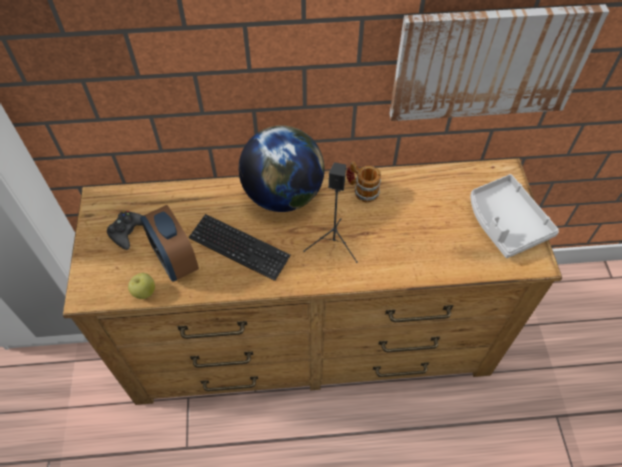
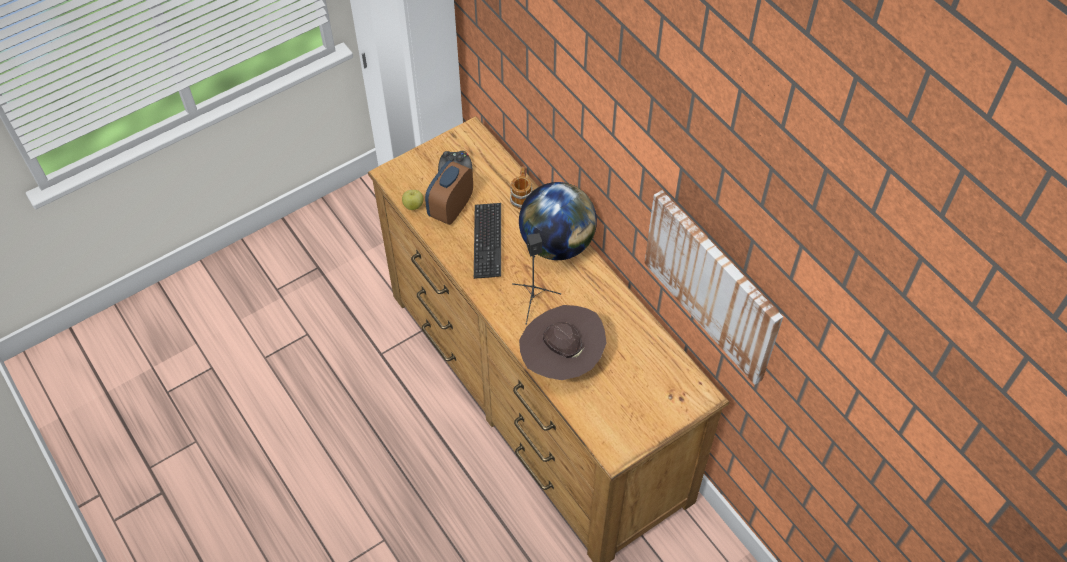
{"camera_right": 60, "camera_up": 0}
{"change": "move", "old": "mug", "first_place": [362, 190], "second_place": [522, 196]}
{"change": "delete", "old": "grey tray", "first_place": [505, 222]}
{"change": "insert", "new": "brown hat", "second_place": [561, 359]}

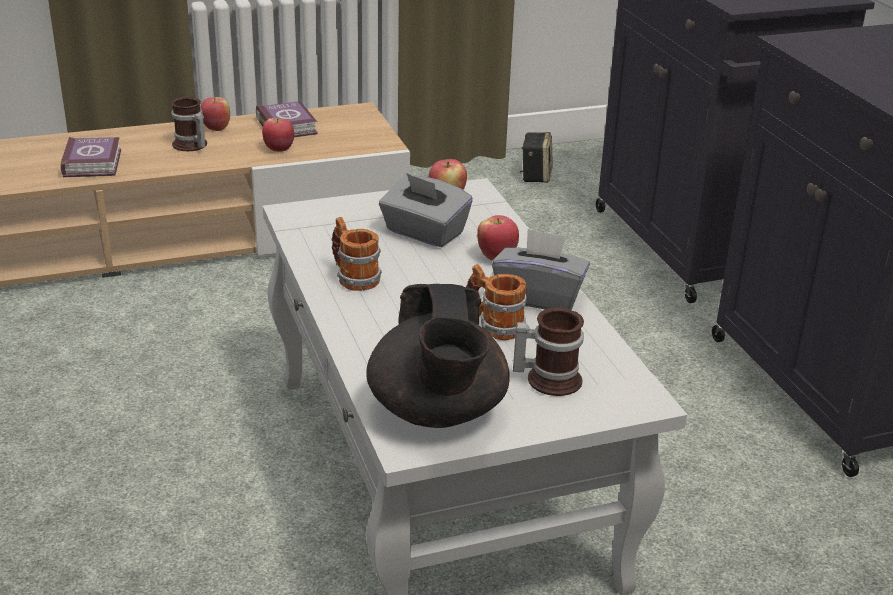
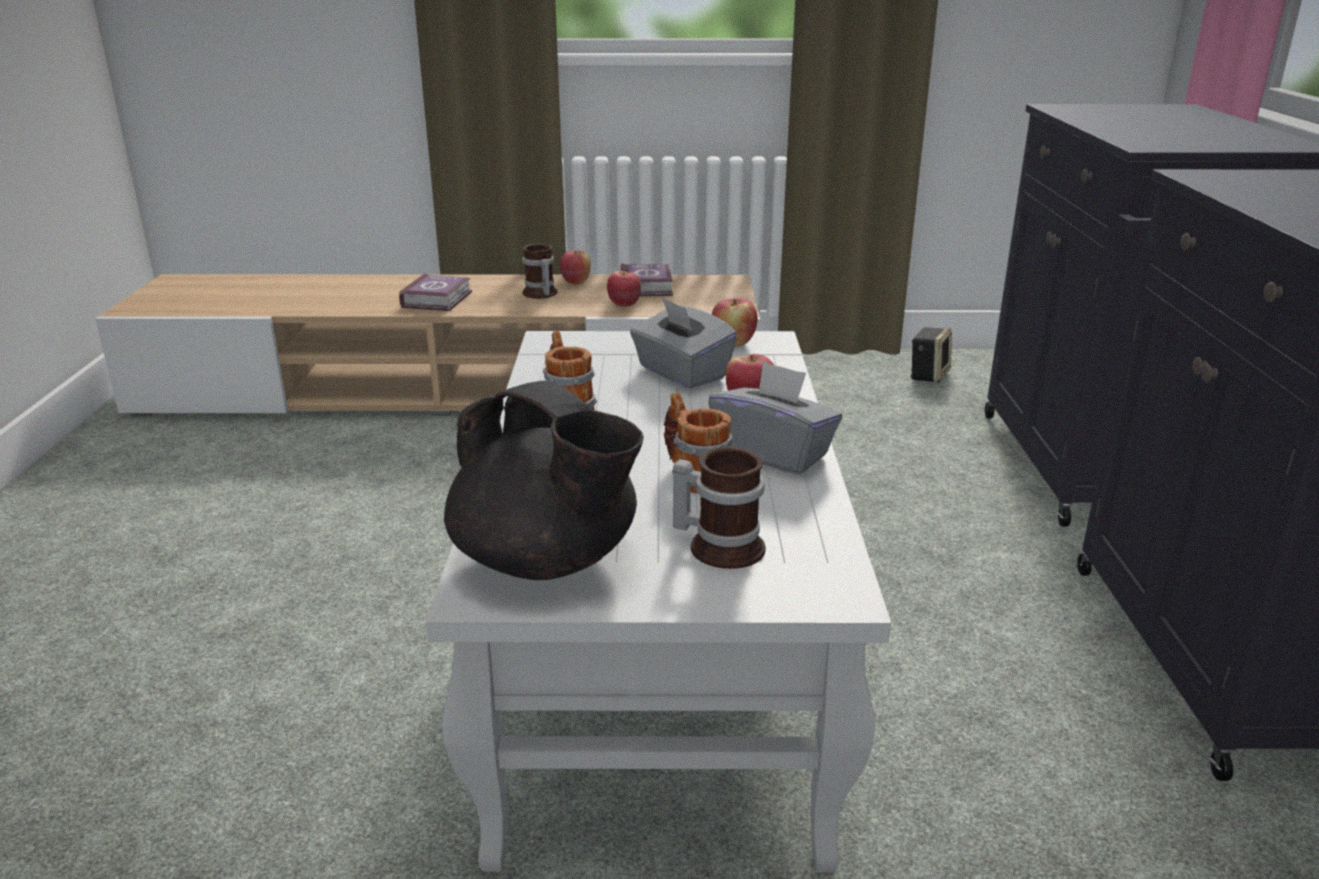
{"camera_right": 20, "camera_up": -5}
{"change": "rotate", "old": "black teapot", "first_place": [437, 412], "second_place": [547, 561], "degrees": -60}

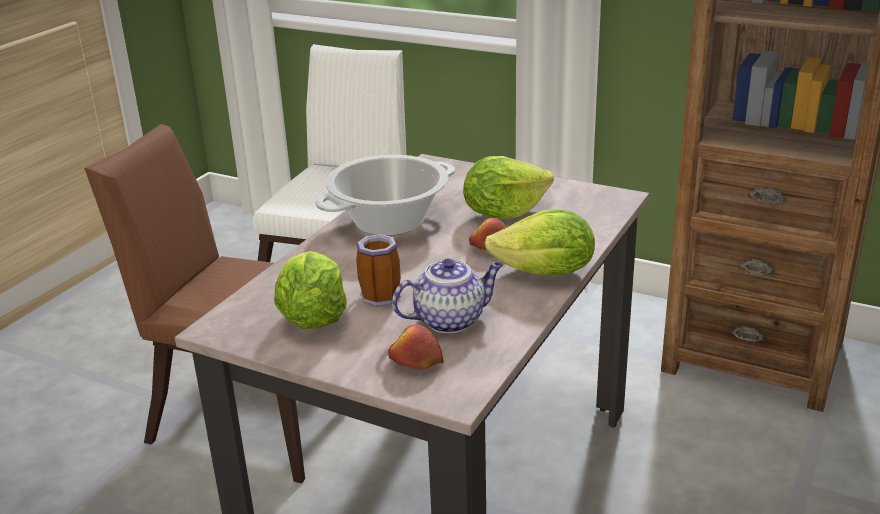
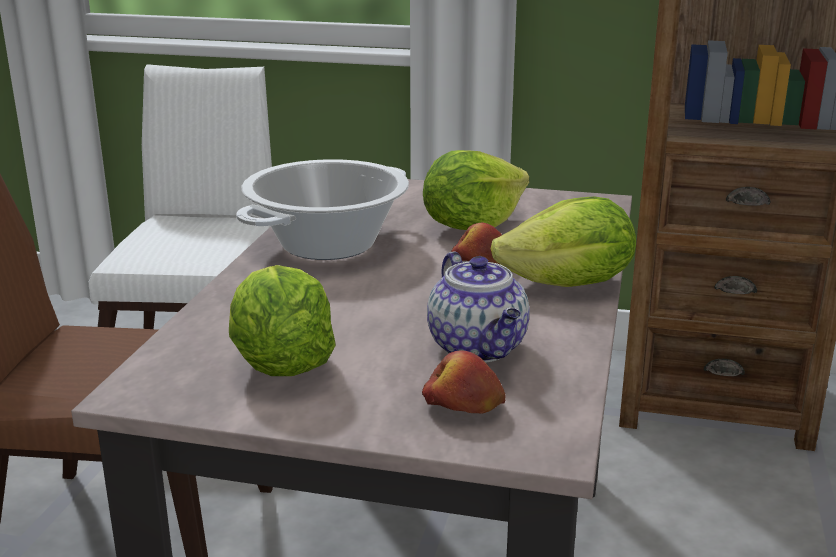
{"camera_right": -15, "camera_up": -5}
{"change": "delete", "old": "mug", "first_place": [376, 296]}
{"change": "rotate", "old": "teapot", "first_place": [450, 320], "second_place": [479, 349], "degrees": 105}

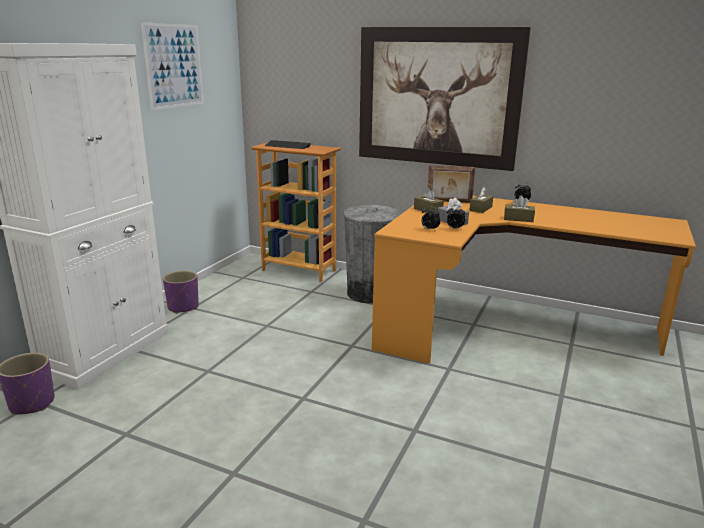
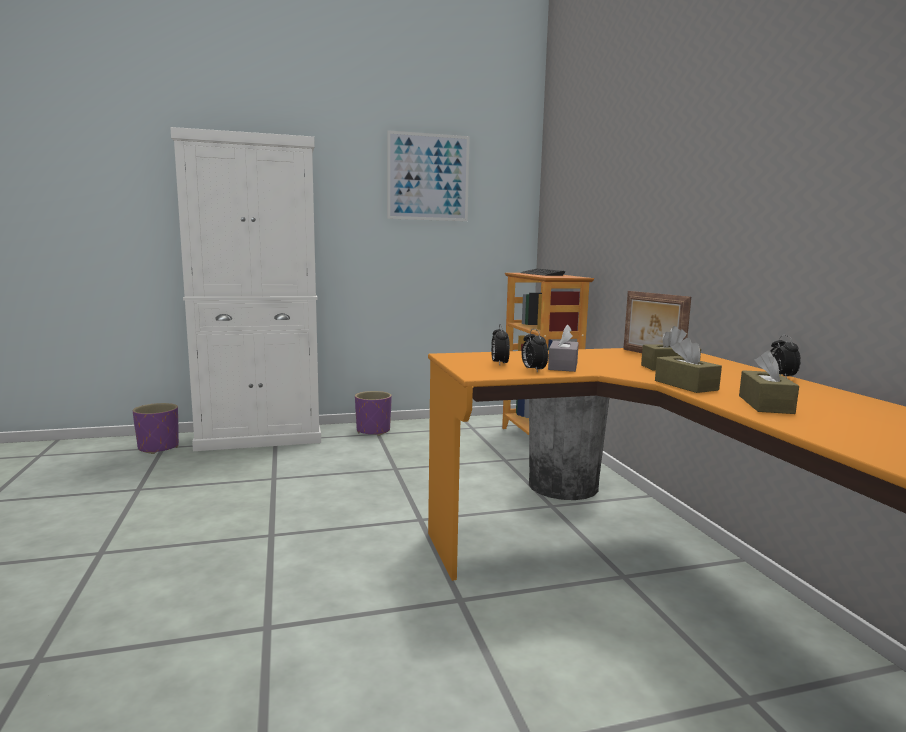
{"camera_right": 50, "camera_up": -10}
{"change": "delete", "old": "picture", "first_place": [437, 97]}
{"change": "move", "old": "brown tissue box", "first_place": [428, 210], "second_place": [765, 404]}

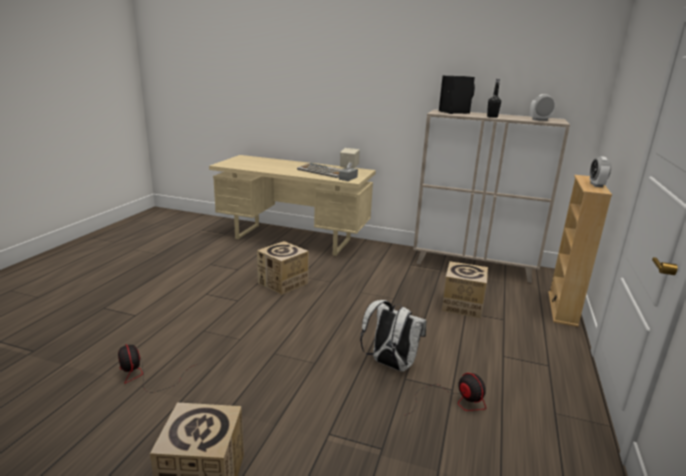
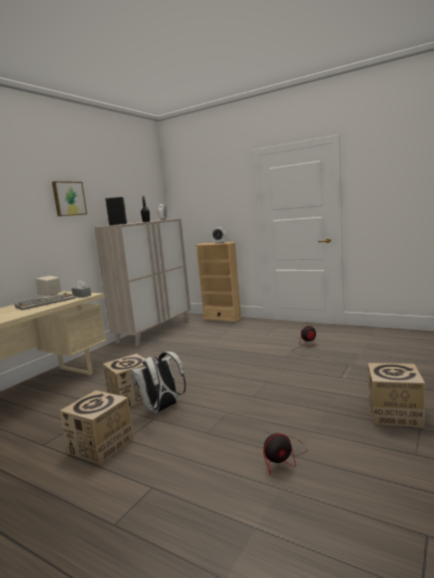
{"camera_right": -75, "camera_up": -10}
{"change": "move", "old": "white backpack", "first_place": [390, 364], "second_place": [162, 408]}
{"change": "move", "old": "cardboard box", "first_place": [462, 305], "second_place": [101, 445]}
{"change": "insert", "new": "picture", "second_place": [68, 198]}

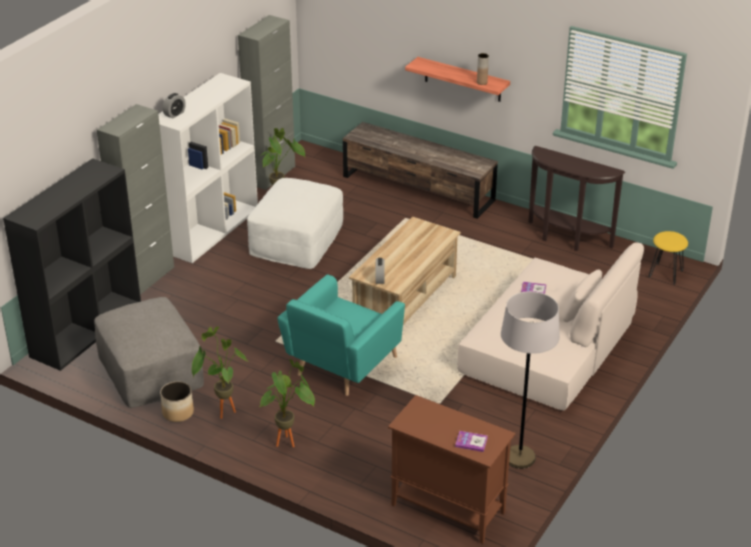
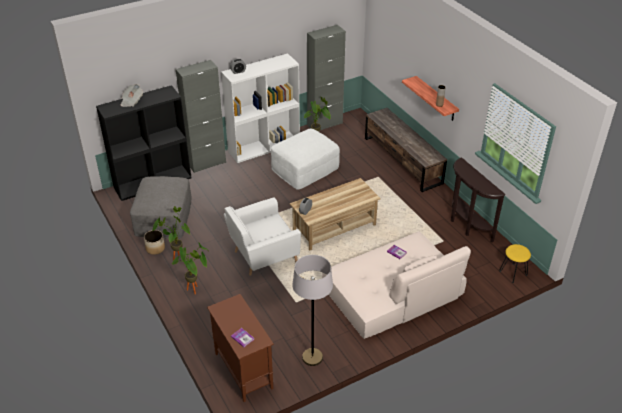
{"camera_right": 30, "camera_up": 5}
{"change": "recolor", "old": "turquoise armchair", "new": "white armchair", "first_place": [341, 365], "second_place": [262, 255]}
{"change": "insert", "new": "newspaper", "second_place": [131, 101]}

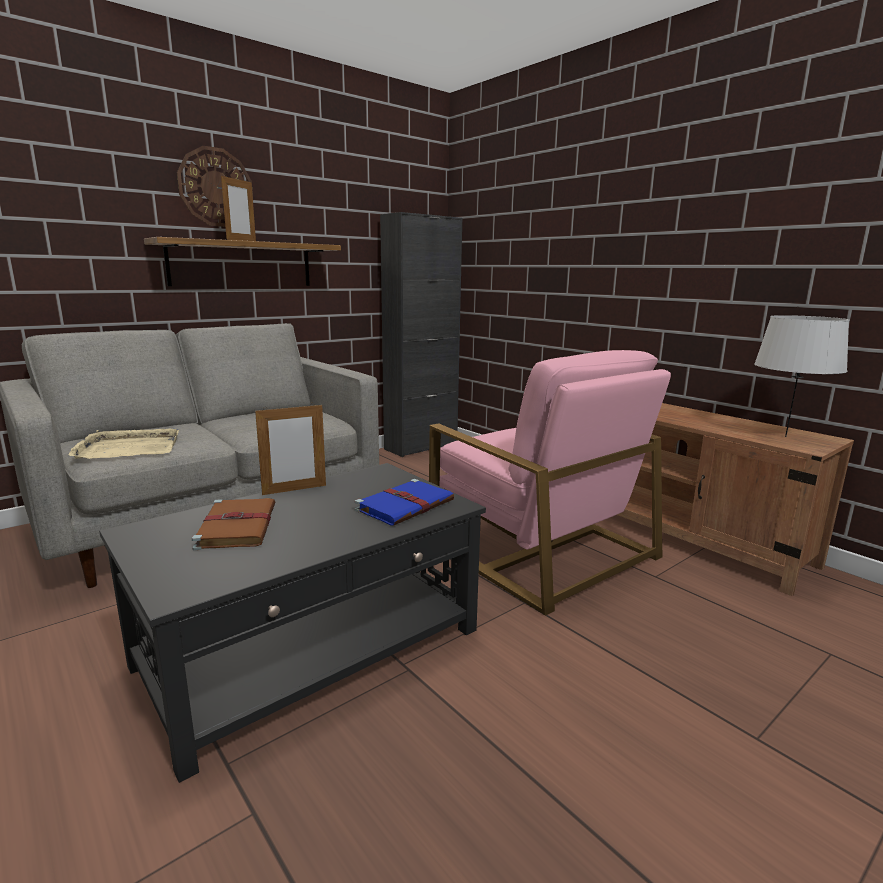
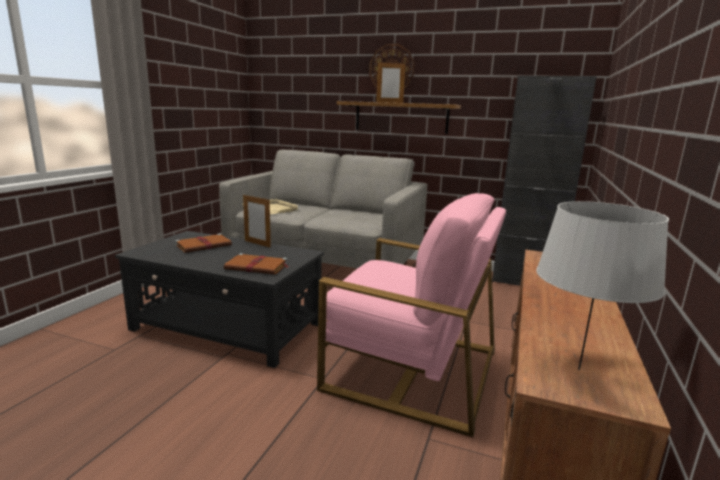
{"camera_right": 60, "camera_up": 0}
{"change": "recolor", "old": "blue book", "new": "brown book", "first_place": [406, 505], "second_place": [257, 267]}
{"change": "rotate", "old": "pink armchair", "first_place": [539, 548], "second_place": [410, 369], "degrees": -90}

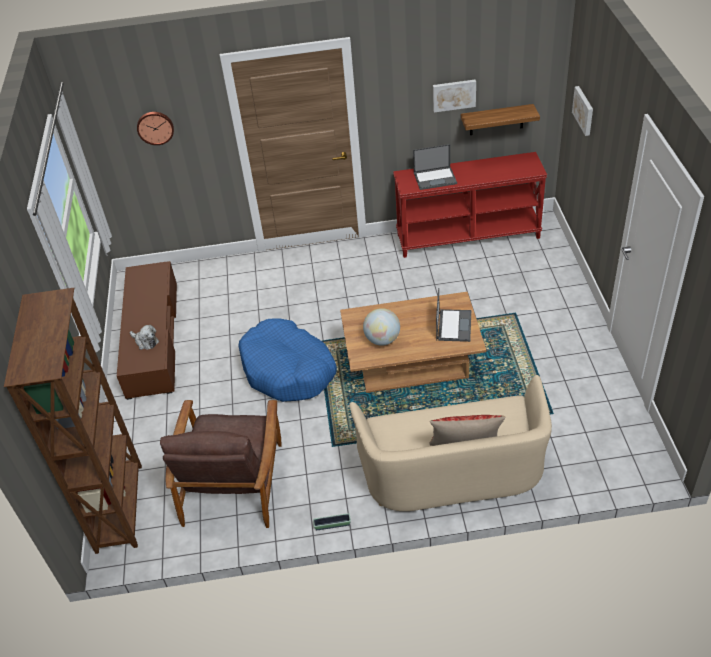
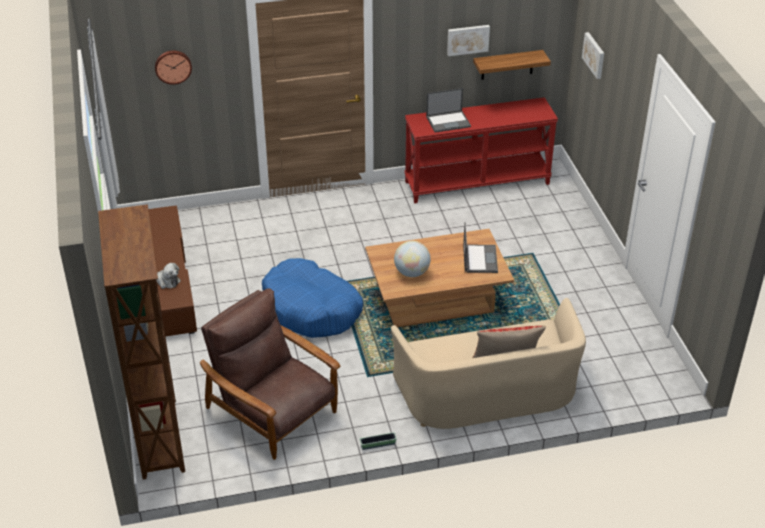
{"camera_right": -10, "camera_up": -5}
{"change": "rotate", "old": "brown armchair", "first_place": [233, 482], "second_place": [273, 411], "degrees": 135}

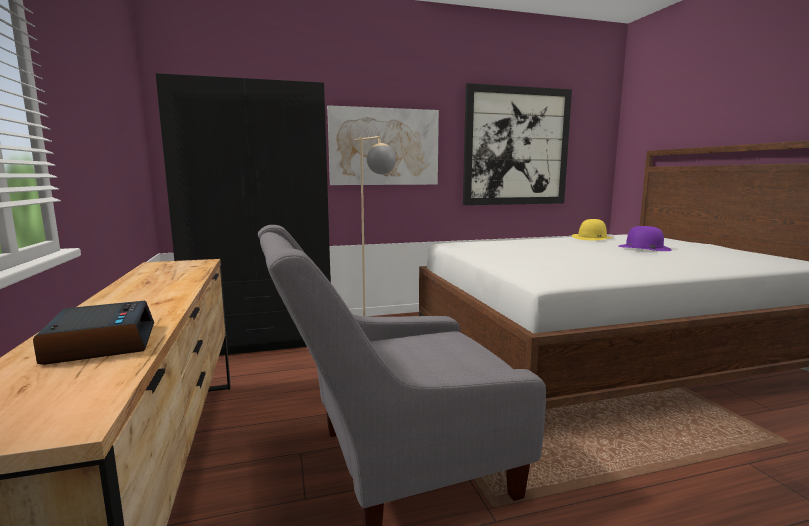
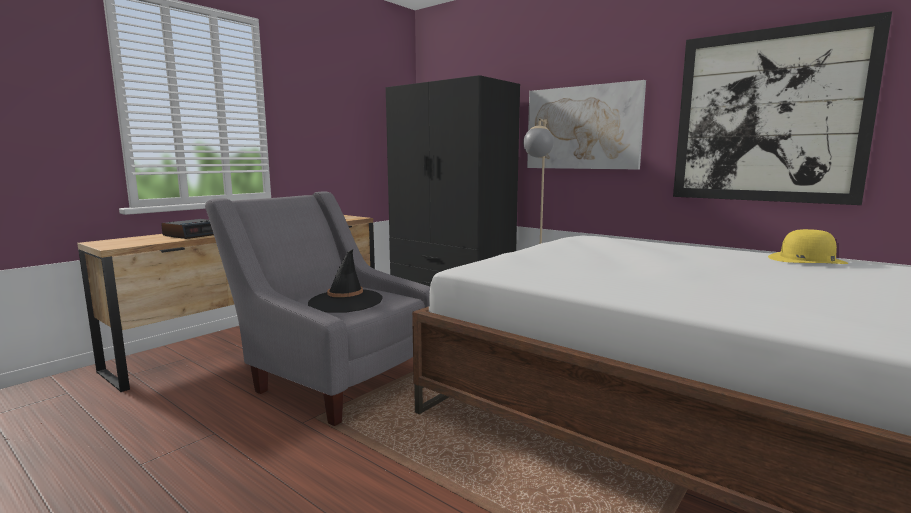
{"camera_right": 55, "camera_up": 0}
{"change": "delete", "old": "purple hat", "first_place": [643, 248]}
{"change": "insert", "new": "black hat", "second_place": [345, 301]}

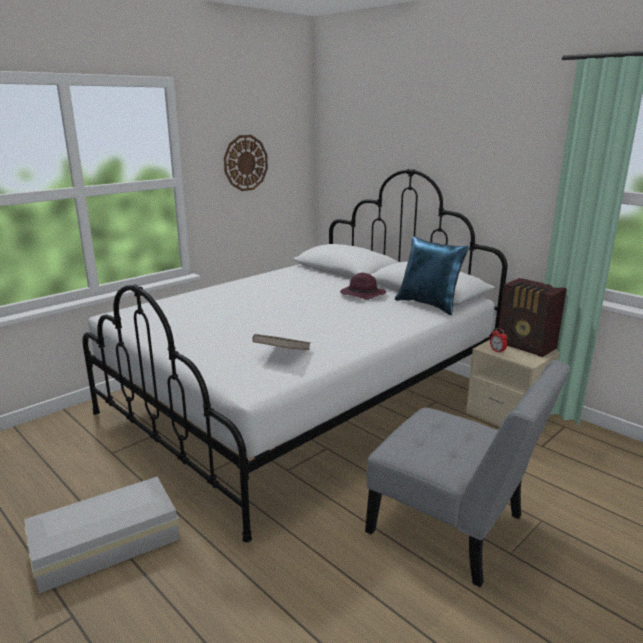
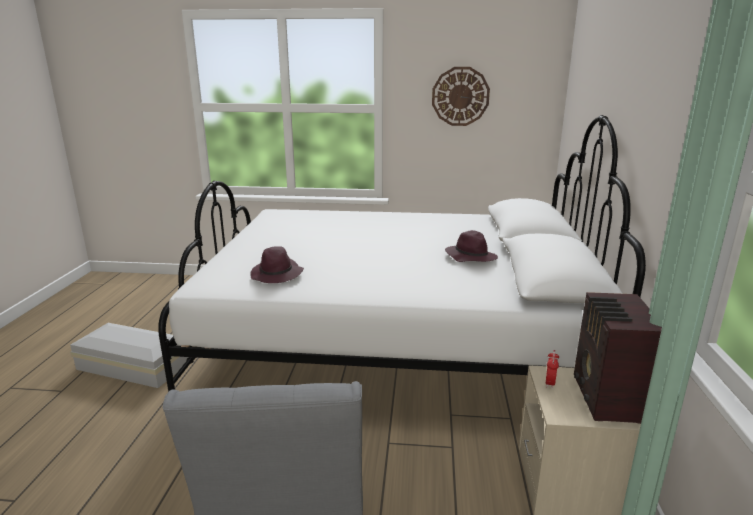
{"camera_right": 50, "camera_up": 0}
{"change": "replace", "old": "brown book", "new": "purple hat", "first_place": [282, 354], "second_place": [277, 275]}
{"change": "delete", "old": "blue pillow", "first_place": [429, 305]}

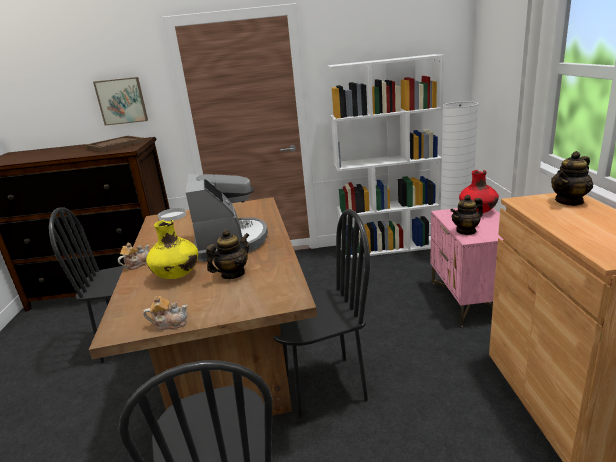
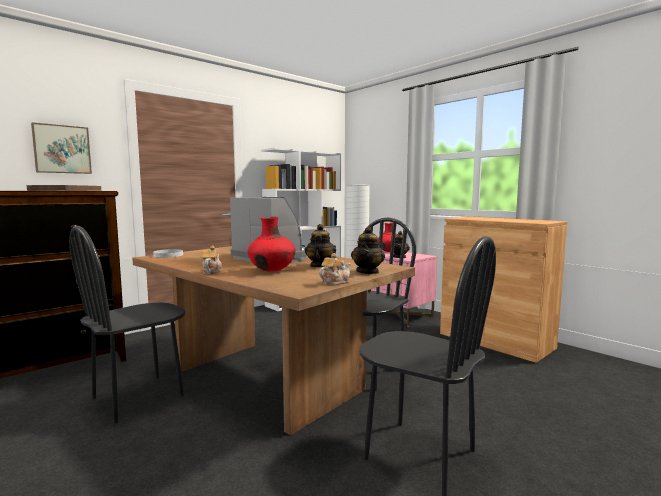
{"camera_right": -40, "camera_up": -15}
{"change": "recolor", "old": "yellow vase", "new": "red vase", "first_place": [177, 275], "second_place": [272, 271]}
{"change": "move", "old": "teapot", "first_place": [569, 201], "second_place": [368, 272]}

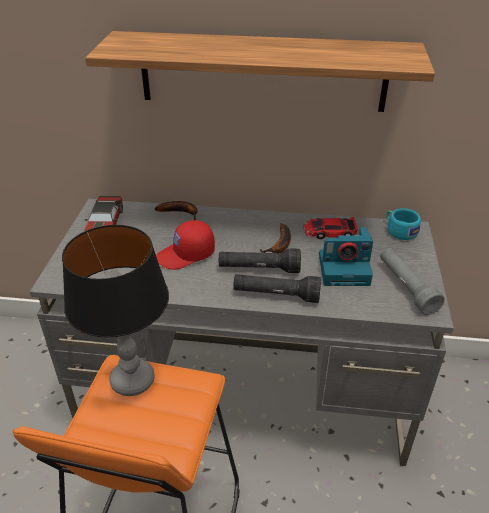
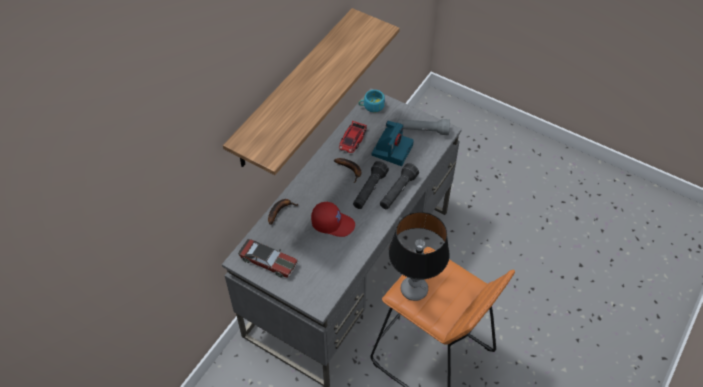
{"camera_right": -65, "camera_up": 15}
{"change": "rotate", "old": "red cap", "first_place": [186, 255], "second_place": [333, 223], "degrees": -75}

